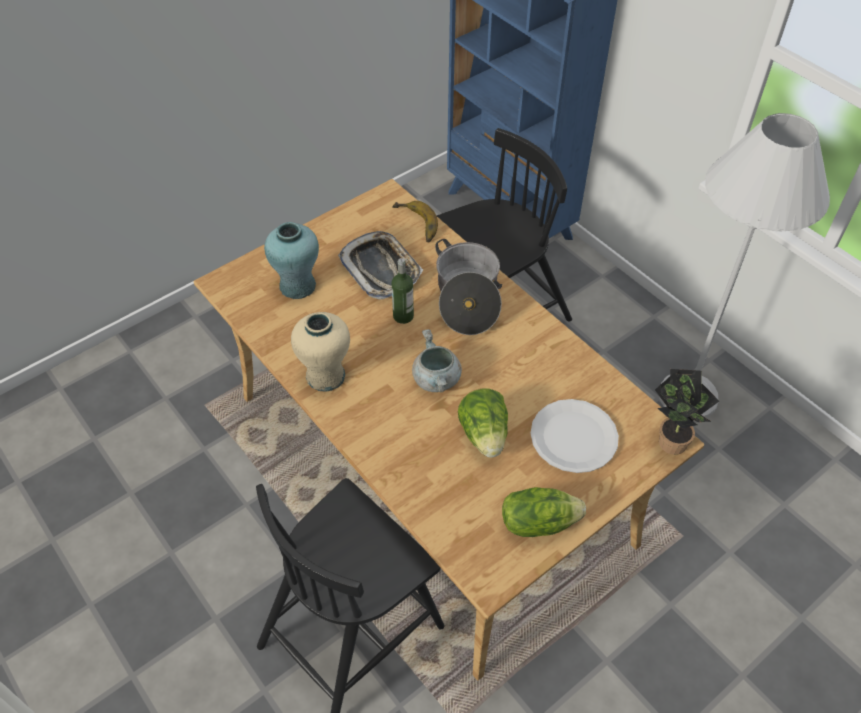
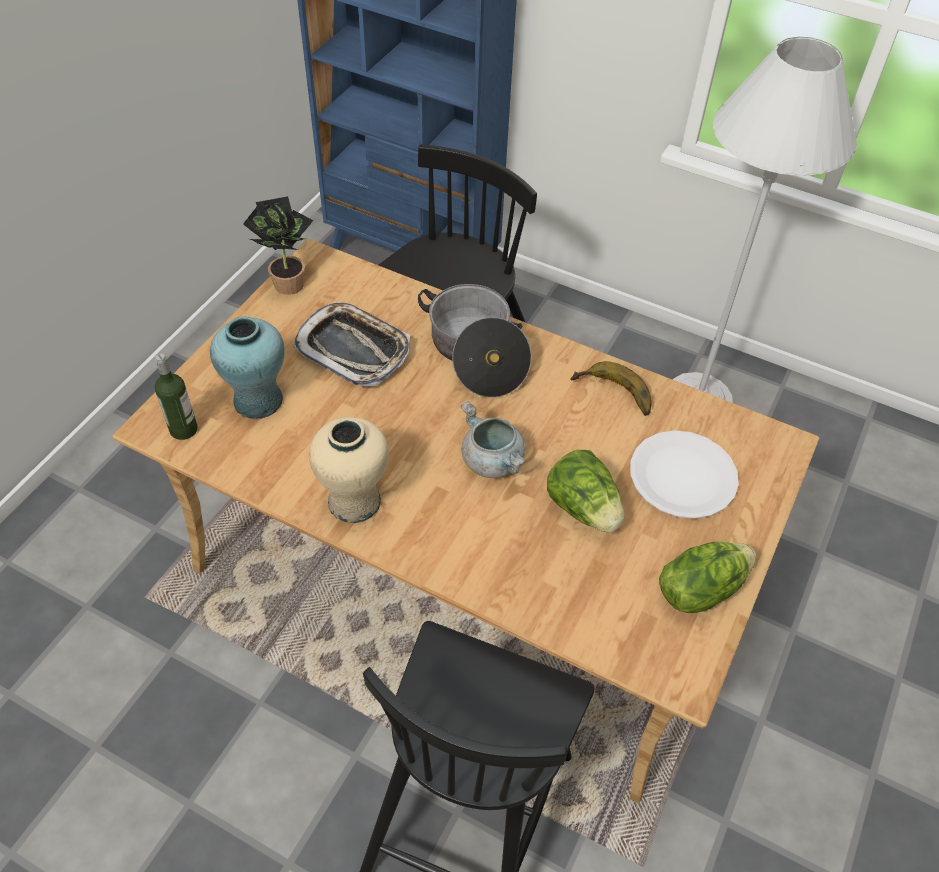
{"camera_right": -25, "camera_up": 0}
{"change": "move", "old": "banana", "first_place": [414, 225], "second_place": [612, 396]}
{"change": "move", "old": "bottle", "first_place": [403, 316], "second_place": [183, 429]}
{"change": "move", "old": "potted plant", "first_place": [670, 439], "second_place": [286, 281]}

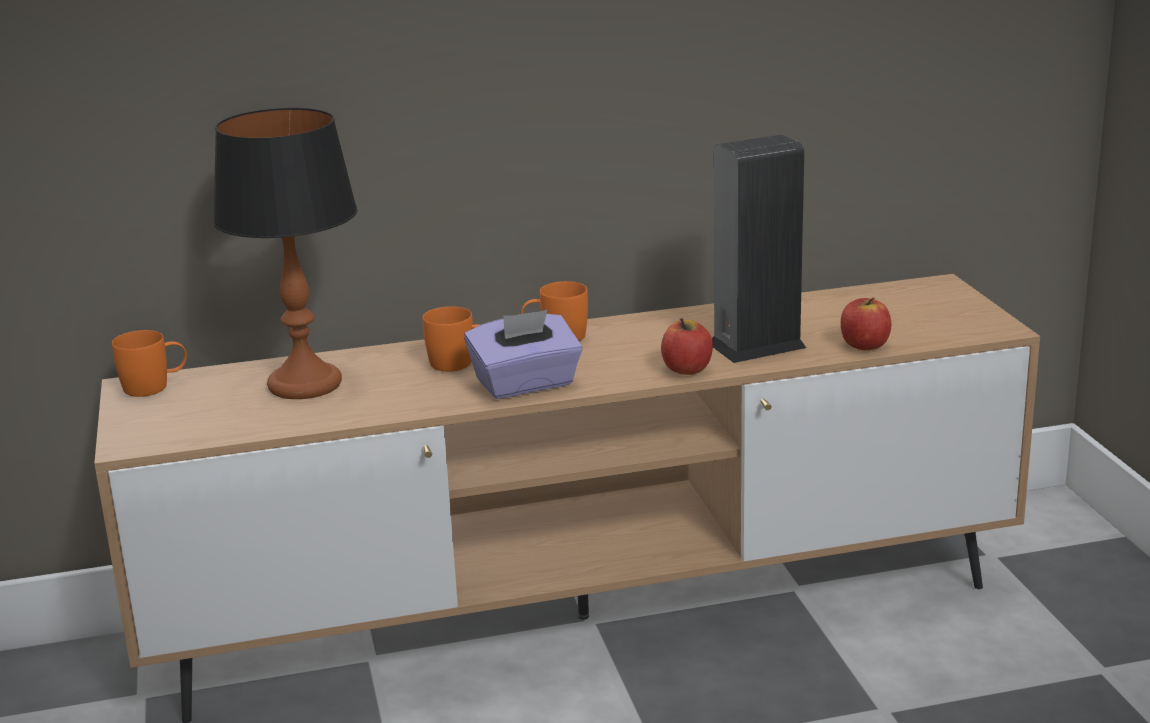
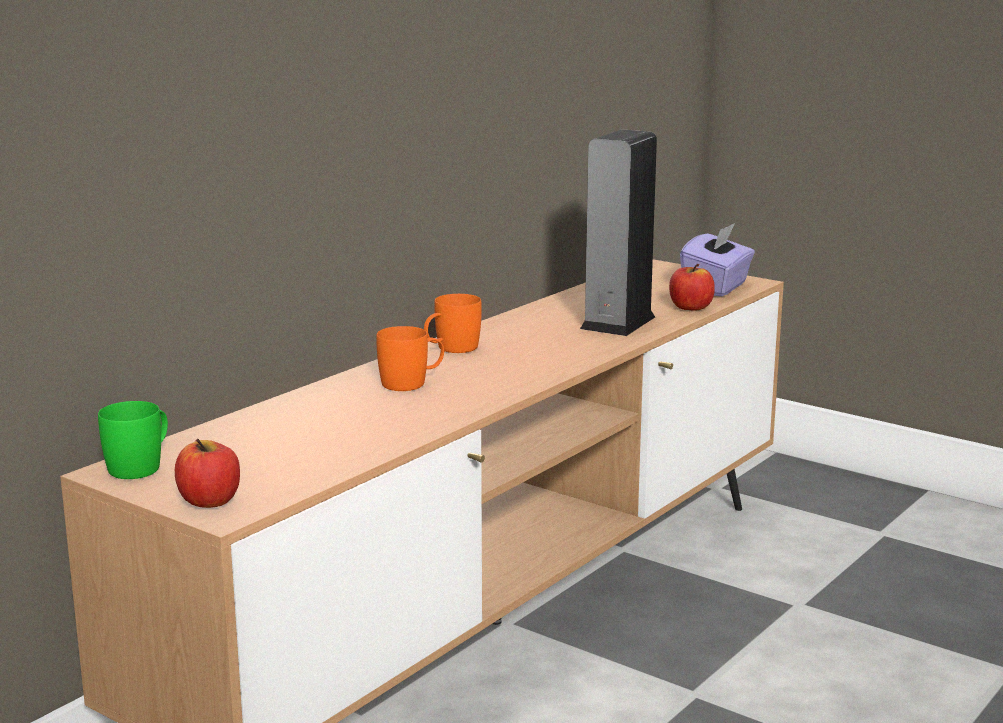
{"camera_right": -40, "camera_up": -5}
{"change": "recolor", "old": "orange mug", "new": "green mug", "first_place": [155, 386], "second_place": [141, 466]}
{"change": "delete", "old": "table lamp", "first_place": [304, 385]}
{"change": "move", "old": "purple tissue box", "first_place": [526, 384], "second_place": [716, 287]}
{"change": "move", "old": "apple", "first_place": [687, 369], "second_place": [209, 501]}

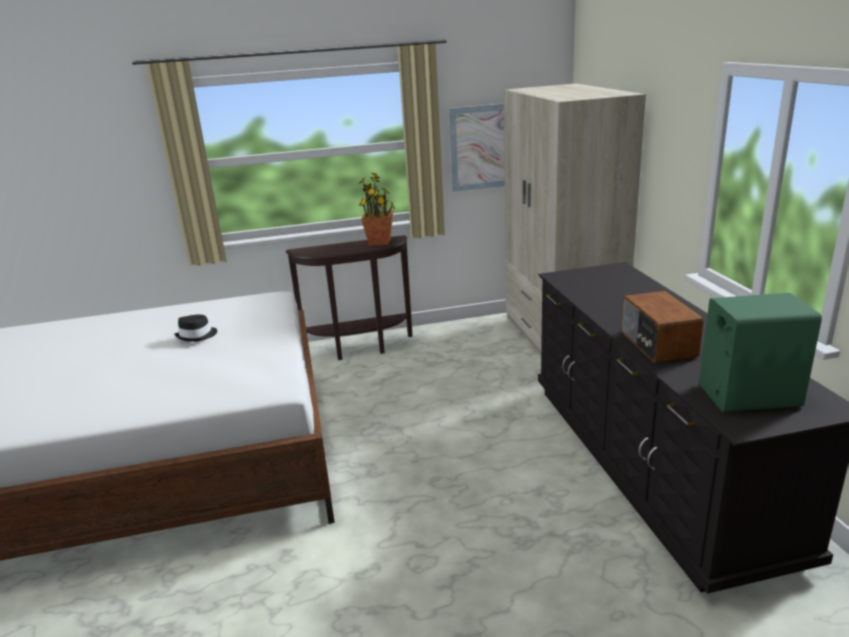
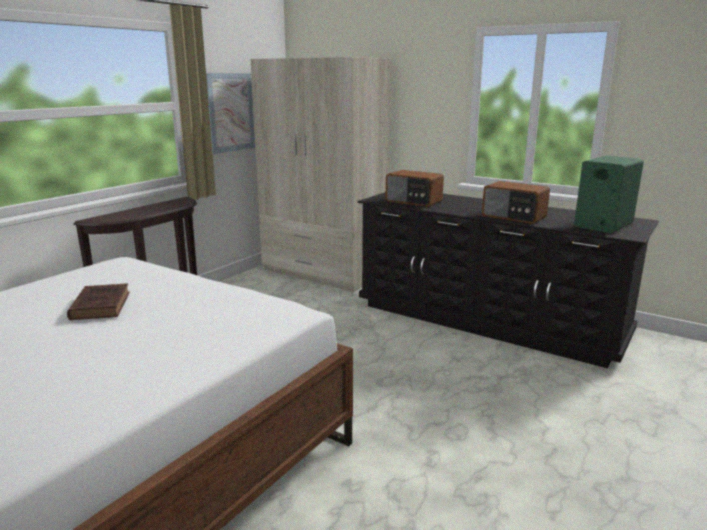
{"camera_right": -45, "camera_up": -5}
{"change": "replace", "old": "black hat", "new": "brown book", "first_place": [197, 335], "second_place": [101, 305]}
{"change": "delete", "old": "potted plant", "first_place": [380, 242]}
{"change": "insert", "new": "radio", "second_place": [413, 201]}

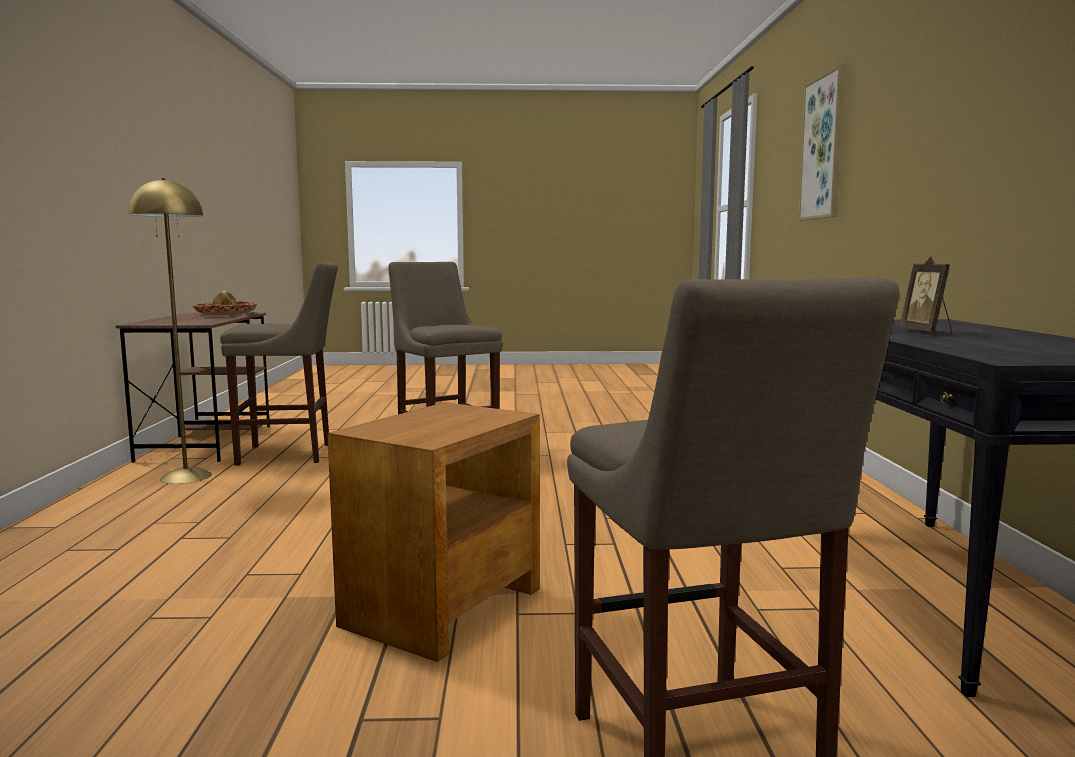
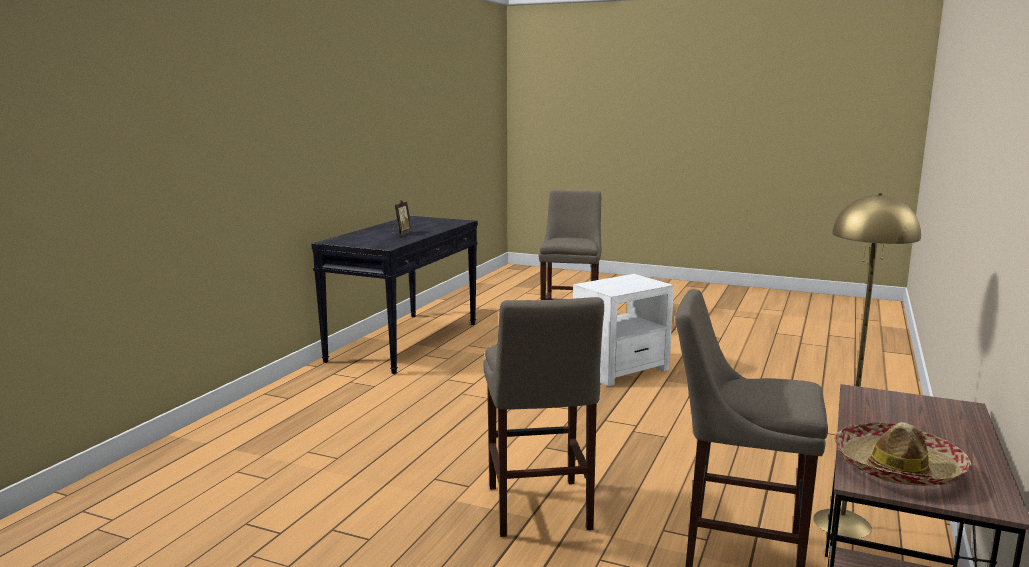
{"camera_right": -155, "camera_up": 5}
{"change": "recolor", "old": "brown side table", "new": "white side table", "first_place": [441, 607], "second_place": [621, 369]}
{"change": "delete", "old": "picture", "first_place": [823, 148]}

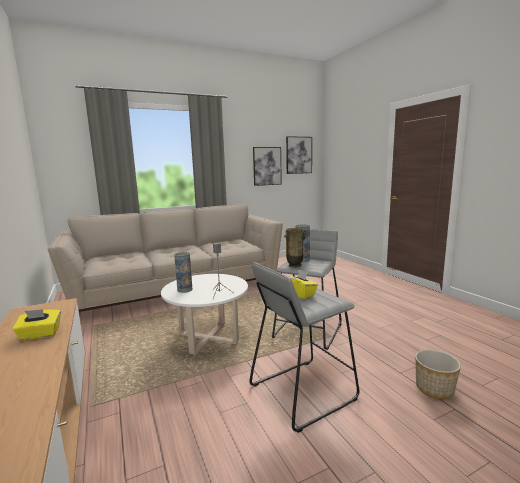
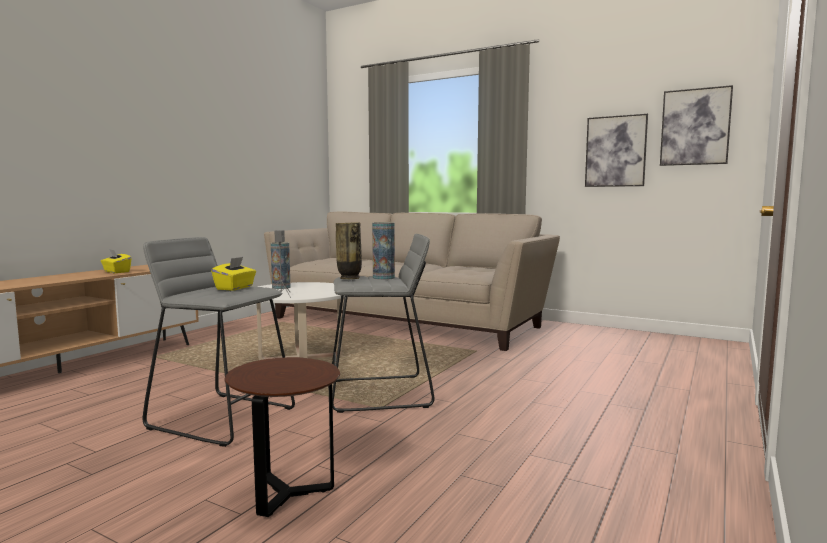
{"camera_right": 55, "camera_up": -5}
{"change": "replace", "old": "planter", "new": "brown side table", "first_place": [434, 389], "second_place": [287, 494]}

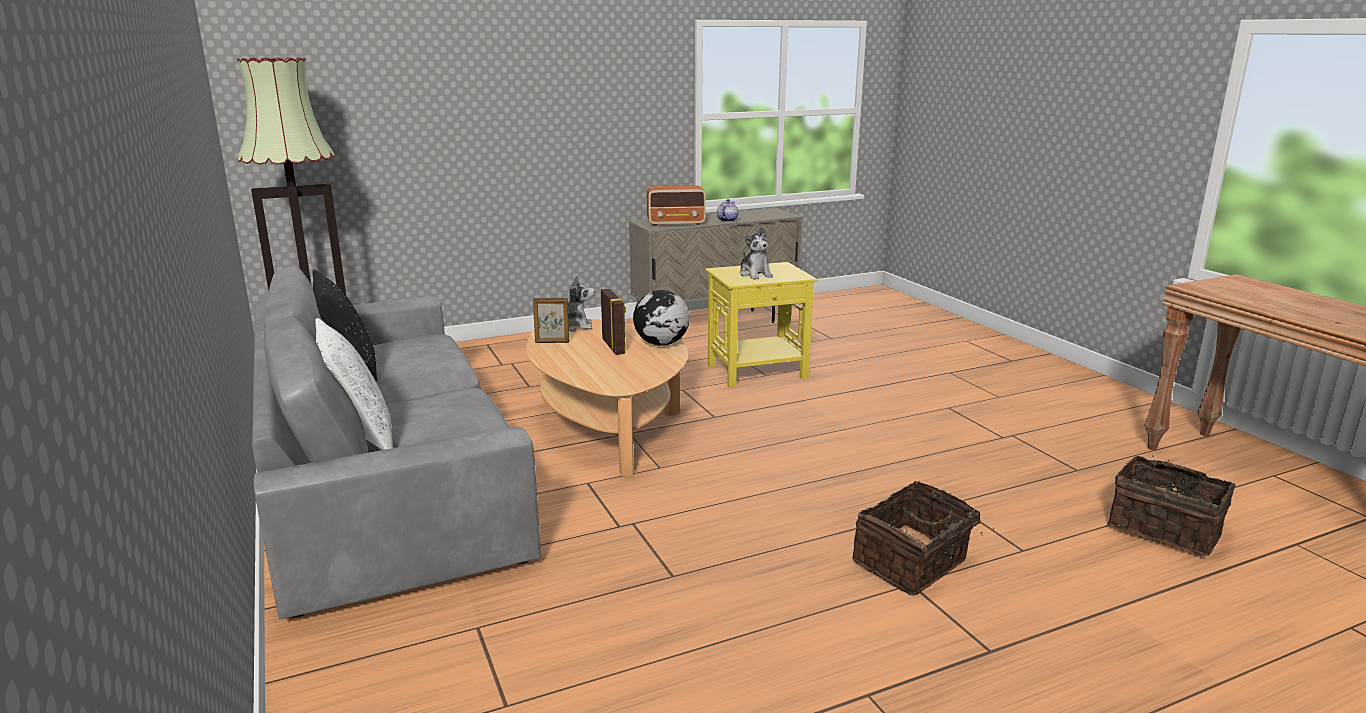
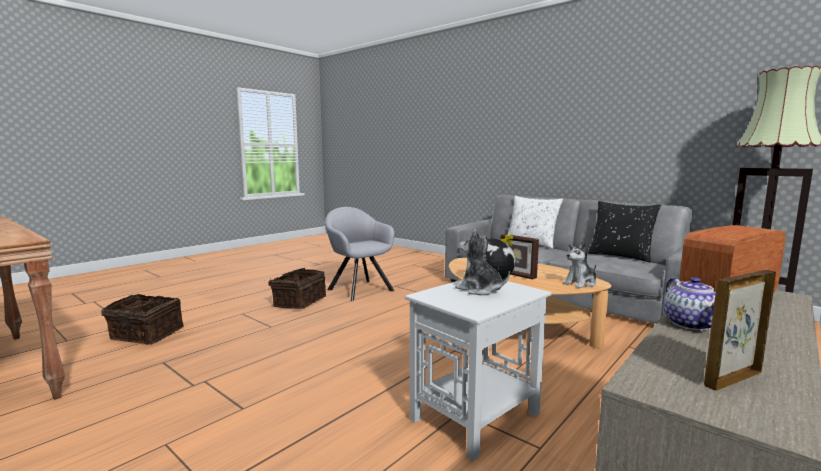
{"camera_right": 155, "camera_up": -10}
{"change": "move", "old": "picture frame", "first_place": [552, 342], "second_place": [732, 379]}
{"change": "recolor", "old": "yellow side table", "new": "white side table", "first_place": [758, 371], "second_place": [474, 416]}
{"change": "insert", "new": "grey armchair", "second_place": [358, 289]}

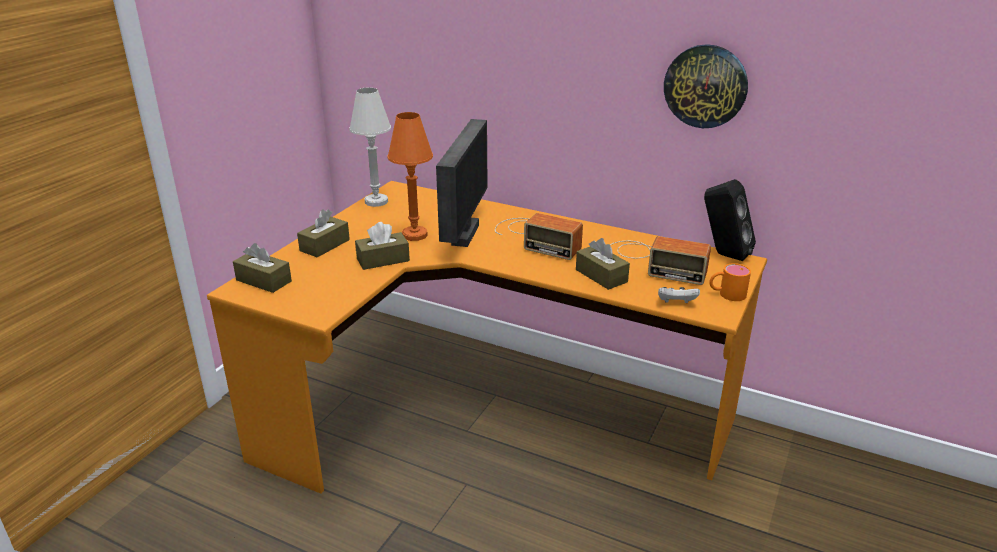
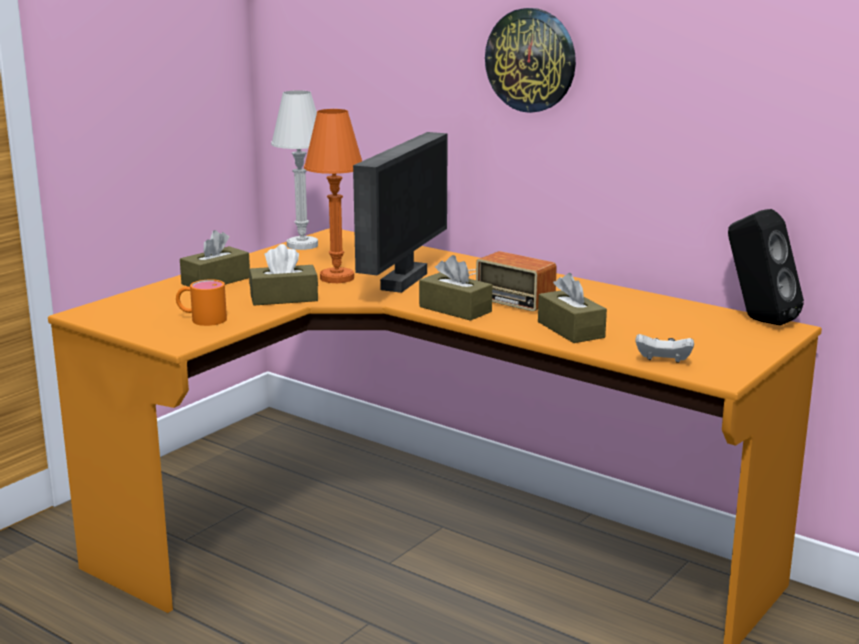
{"camera_right": 10, "camera_up": -10}
{"change": "move", "old": "brown tissue box", "first_place": [264, 281], "second_place": [455, 309]}
{"change": "delete", "old": "radio", "first_place": [652, 261]}
{"change": "move", "old": "wall clock", "first_place": [705, 86], "second_place": [531, 60]}
{"change": "move", "old": "orange mug", "first_place": [726, 294], "second_place": [201, 319]}

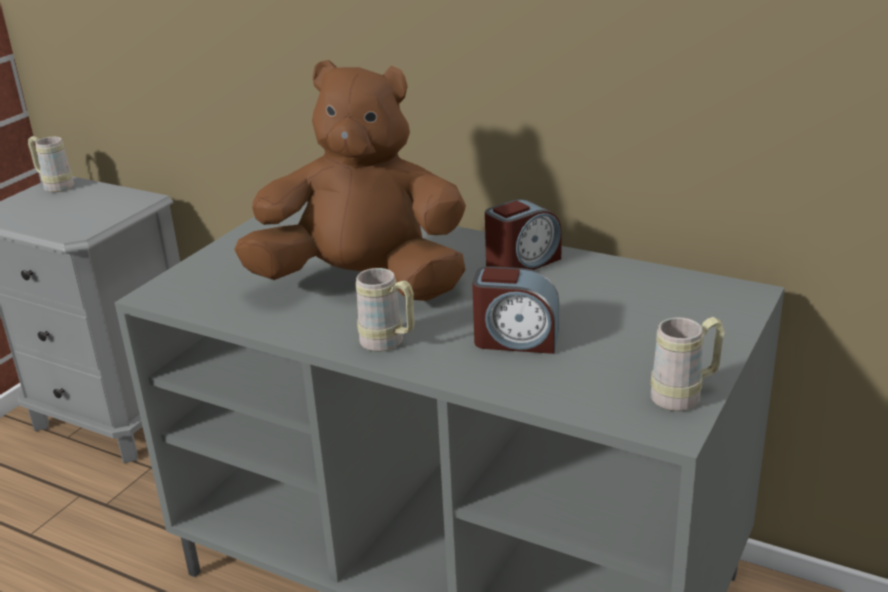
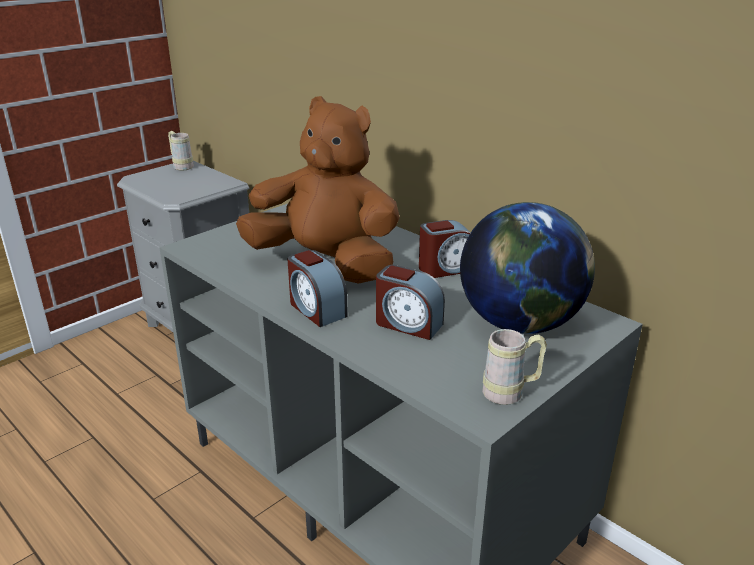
{"camera_right": 15, "camera_up": 0}
{"change": "replace", "old": "beige mug", "new": "alarm clock", "first_place": [388, 344], "second_place": [316, 309]}
{"change": "insert", "new": "globe", "second_place": [520, 323]}

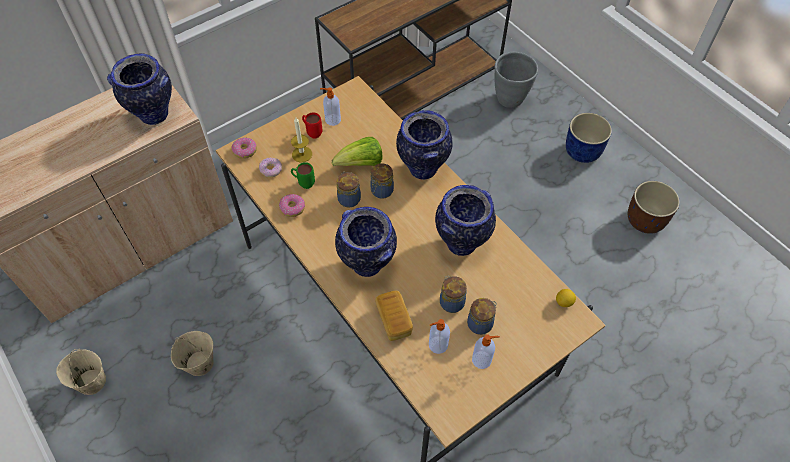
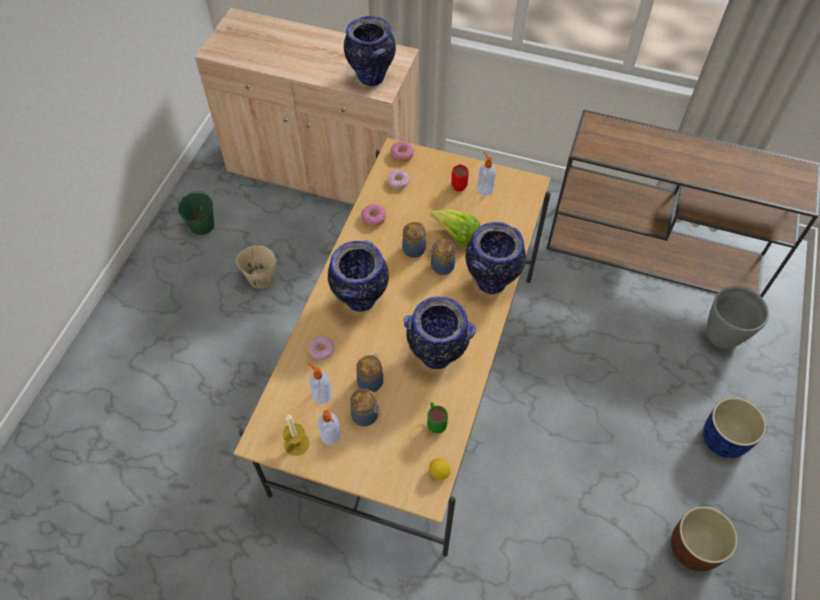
{"camera_right": 55, "camera_up": 0}
{"change": "recolor", "old": "beige bucket", "new": "green bucket", "first_place": [91, 382], "second_place": [202, 225]}
{"change": "move", "old": "candle", "first_place": [302, 154], "second_place": [296, 443]}
{"change": "move", "old": "green mug", "first_place": [303, 183], "second_place": [435, 423]}
{"change": "replace", "old": "bread", "new": "donut", "first_place": [394, 321], "second_place": [321, 350]}

